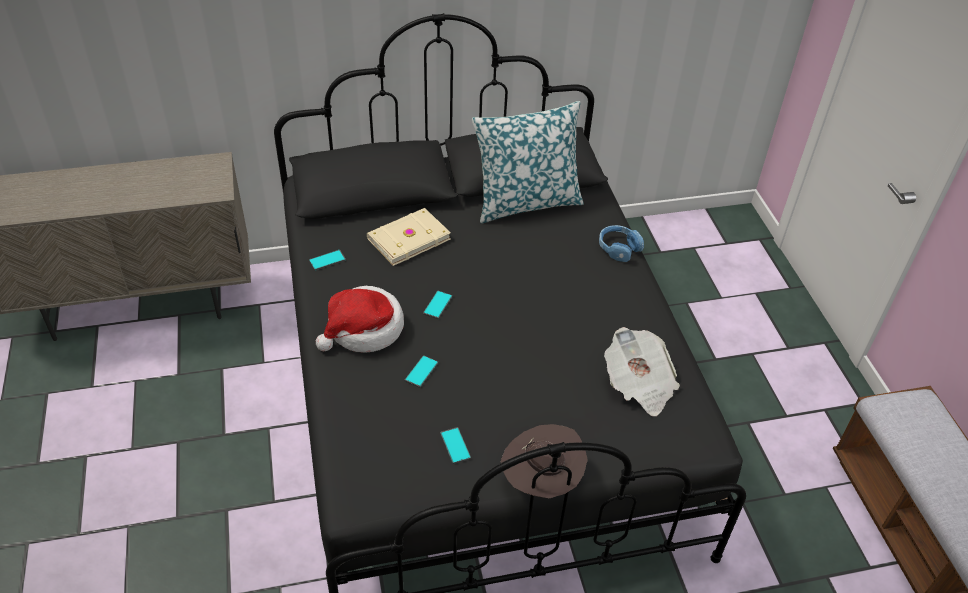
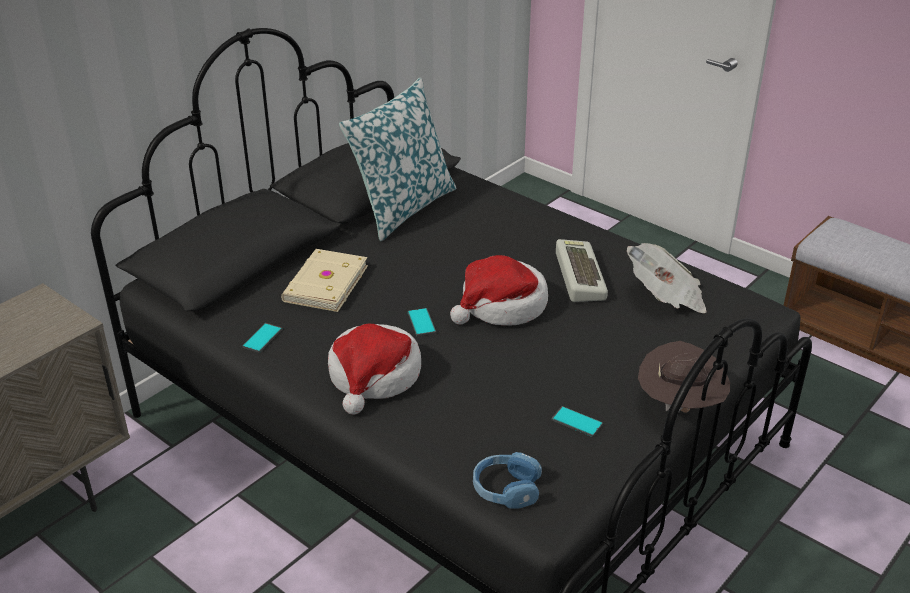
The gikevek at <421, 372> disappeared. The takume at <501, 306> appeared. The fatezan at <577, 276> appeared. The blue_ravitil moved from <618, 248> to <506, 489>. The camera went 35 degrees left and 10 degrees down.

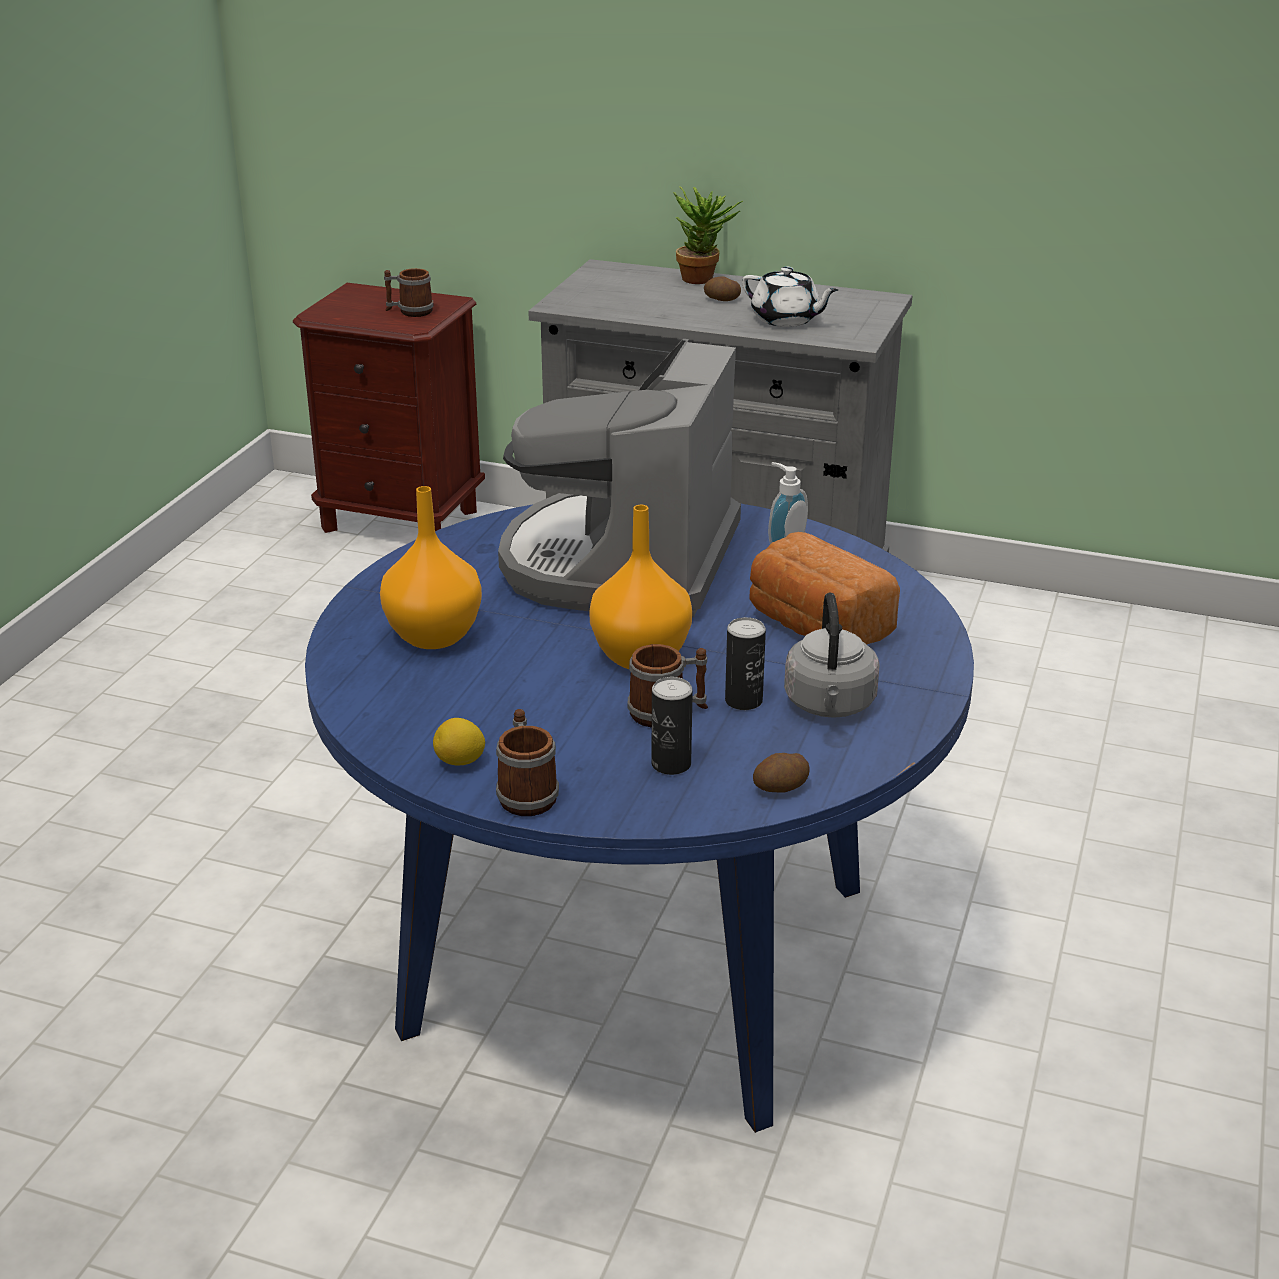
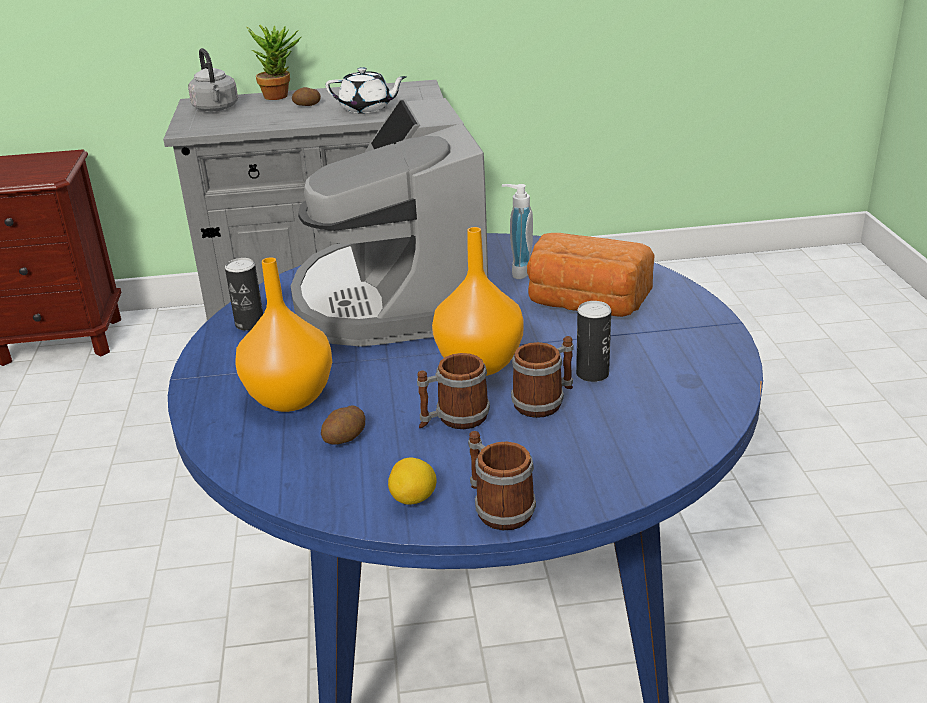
The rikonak moved from <409, 311> to <453, 419>. The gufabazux moved from <671, 764> to <250, 324>. The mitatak moved from <781, 788> to <345, 438>. The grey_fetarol moved from <830, 705> to <216, 109>. The camera went 25 degrees left and 0 degrees up.

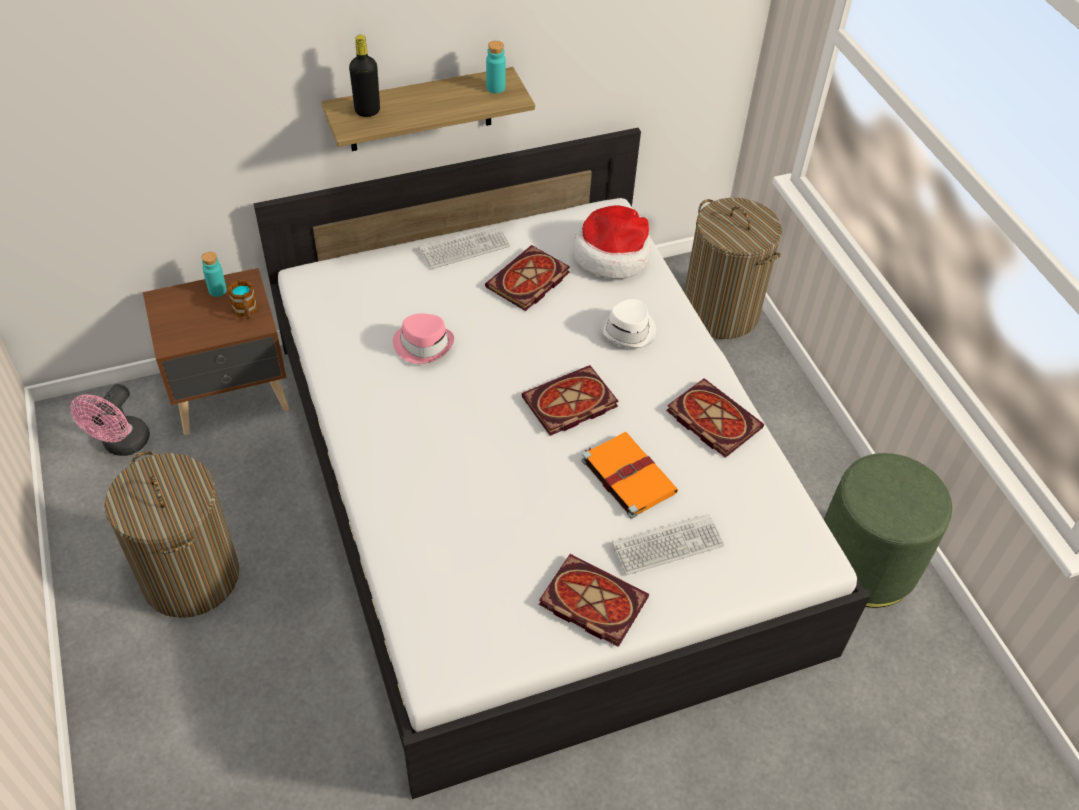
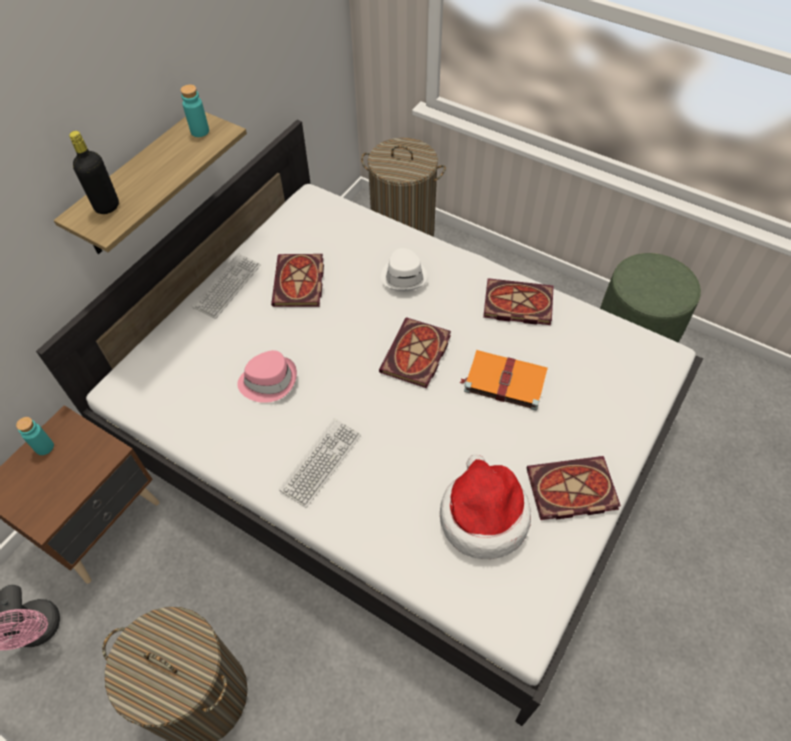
The rikonak at <246, 311> disappeared. The takume moved from <612, 254> to <482, 515>. The fatezan moved from <667, 545> to <321, 462>. The camera went 35 degrees left and 5 degrees up.

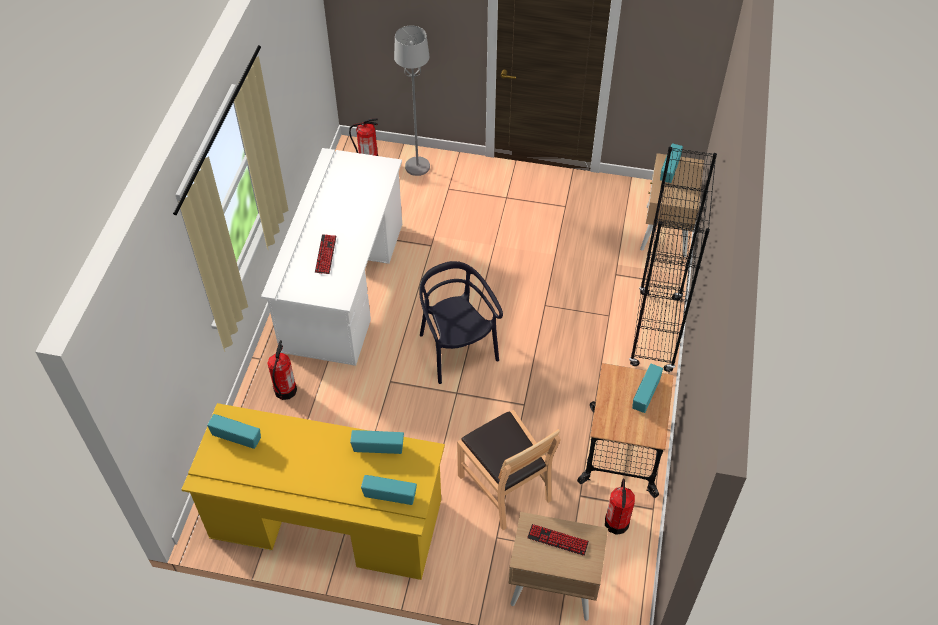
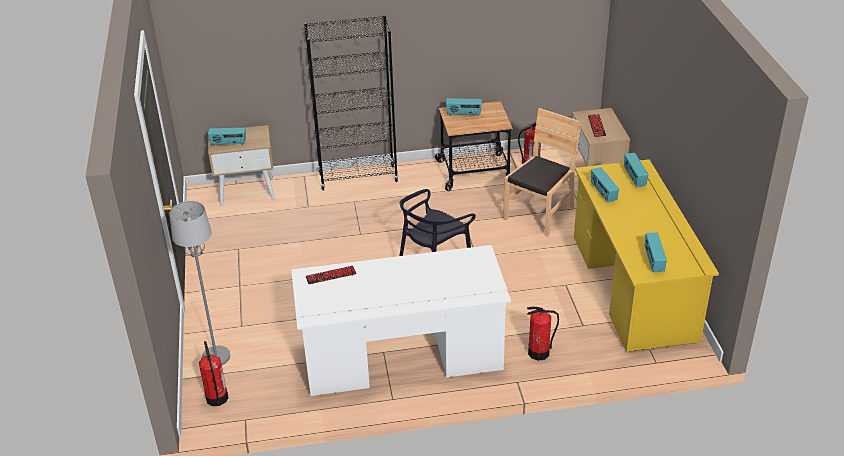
The fatezan moved from <325, 254> to <331, 276>. The camera went 110 degrees left and 15 degrees down.

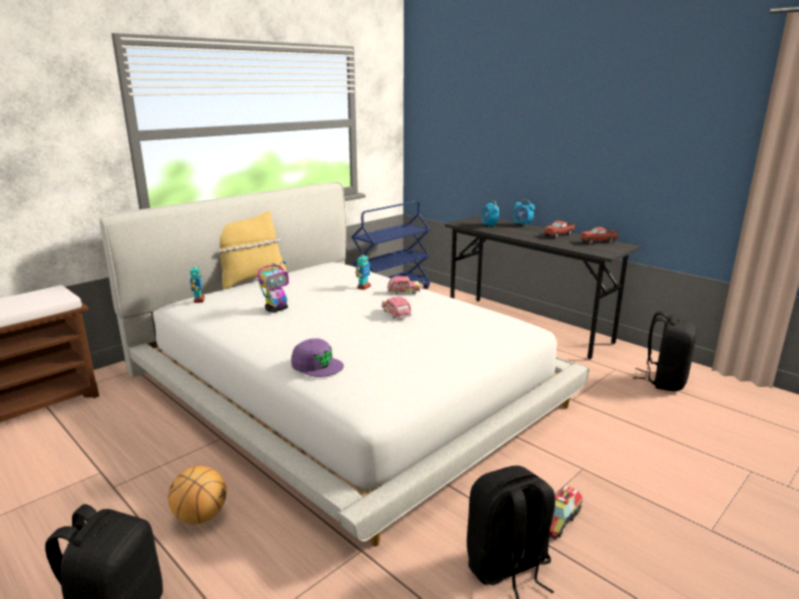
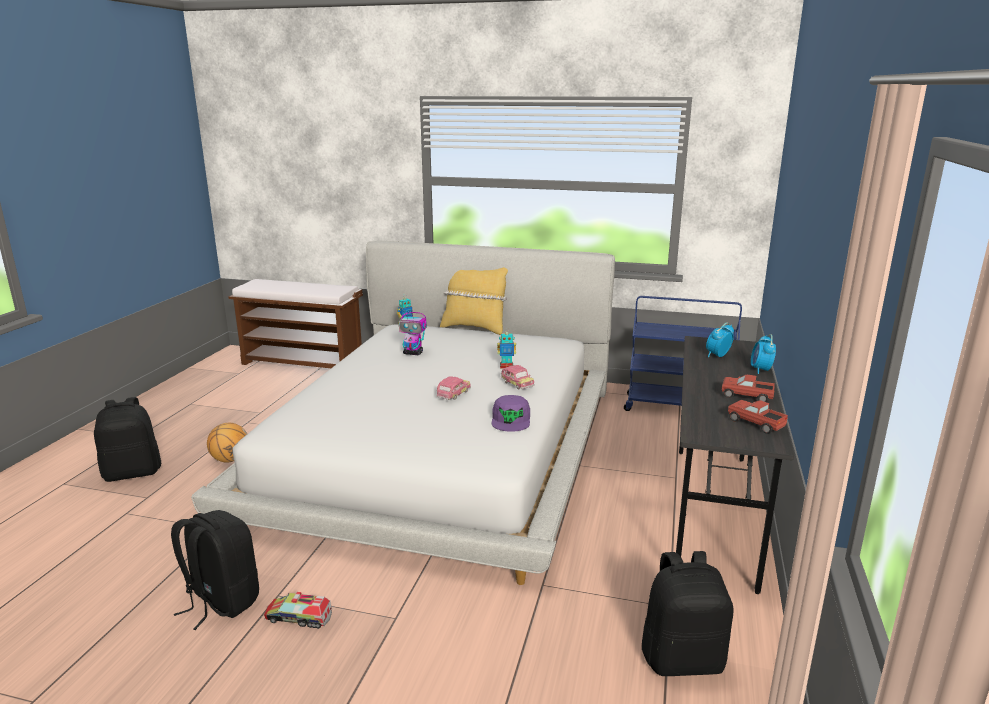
The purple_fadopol moved from <317, 365> to <511, 420>. The camera went 60 degrees right and 0 degrees up.

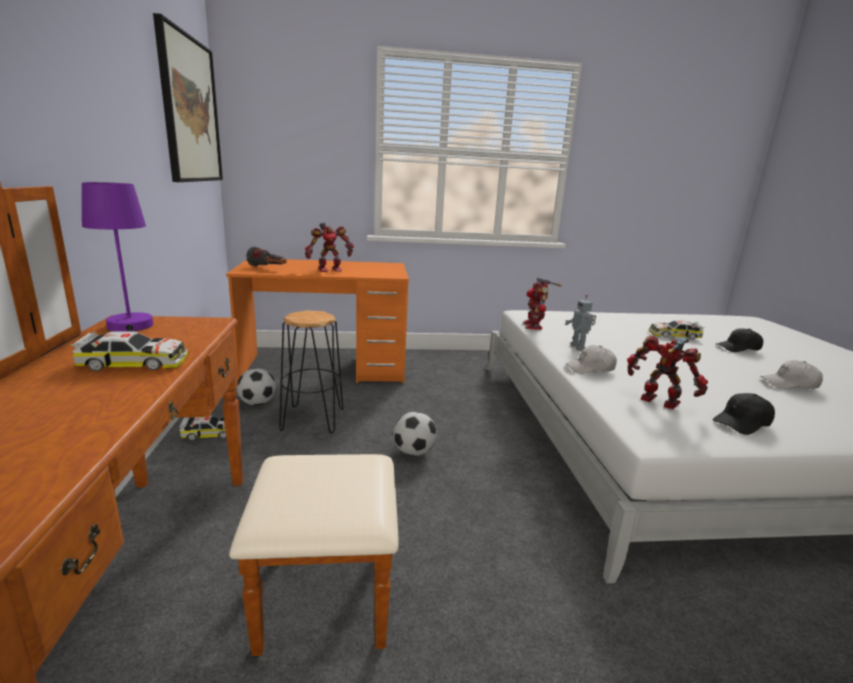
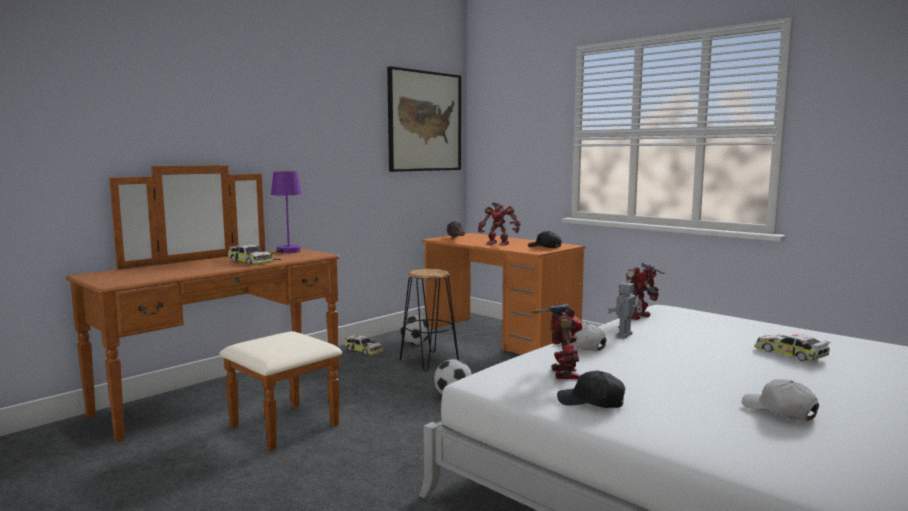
The black_fadopol moved from <738, 348> to <544, 247>. The camera went 50 degrees right and 10 degrees down.

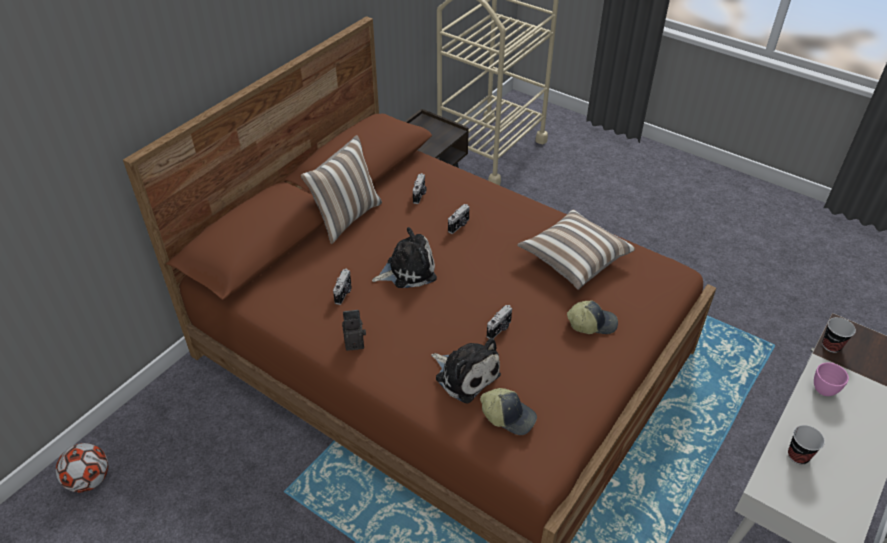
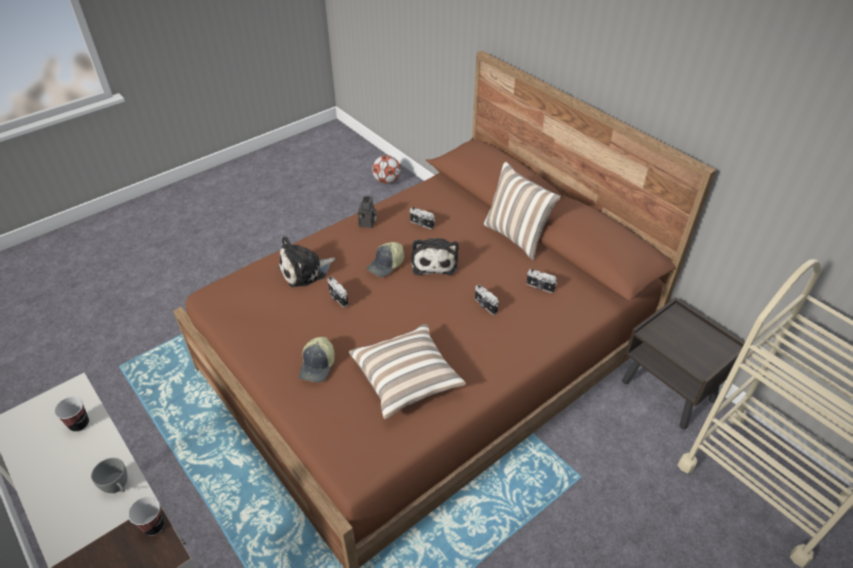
The fadopol moved from <508, 416> to <386, 265>. The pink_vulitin at <824, 387> became the grey_vulitin at <118, 487>. The camera went 105 degrees right and 0 degrees up.

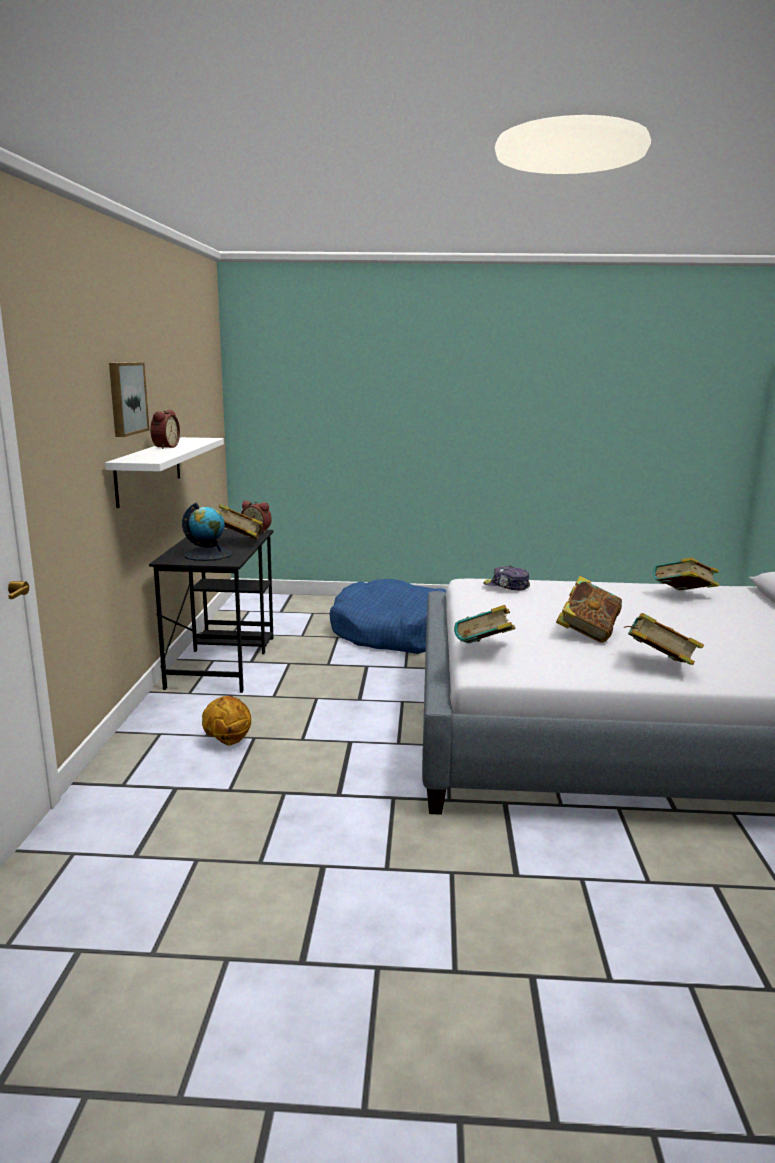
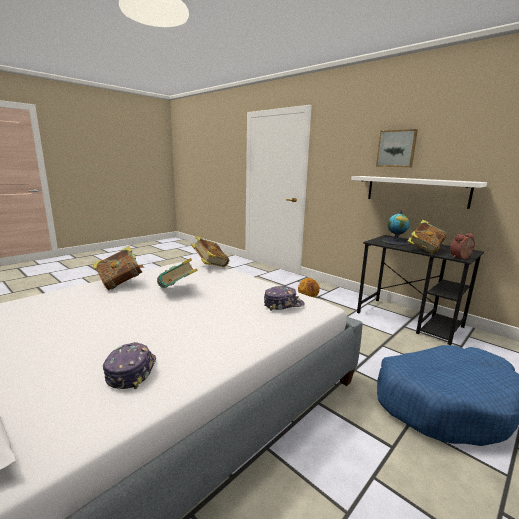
The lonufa at <164, 447> disappeared. The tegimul at <683, 596> was replaced by the fadopol at <131, 371>. The camera went 130 degrees right and 0 degrees up.

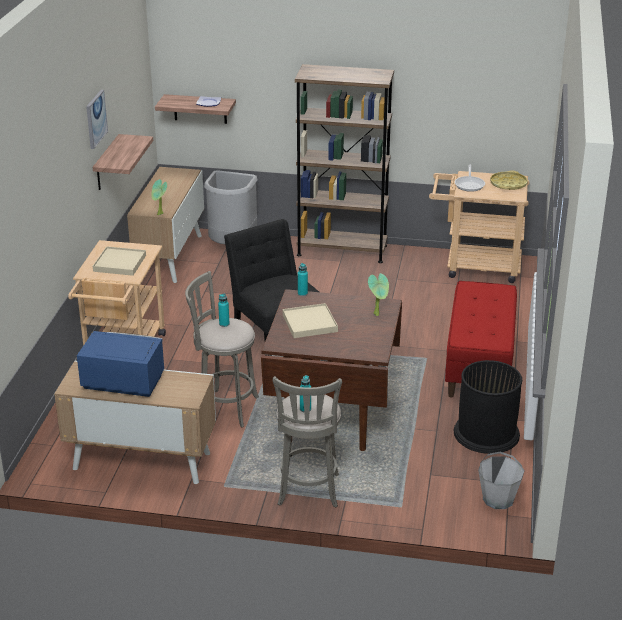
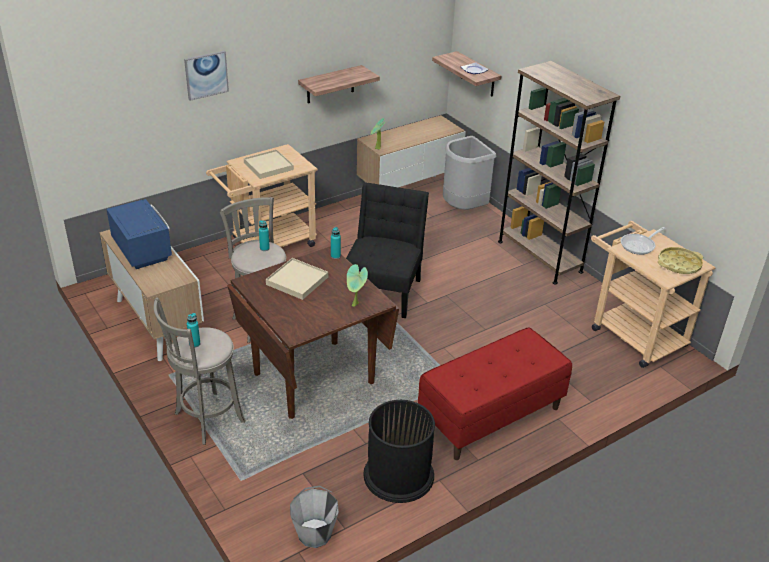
The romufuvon moved from <95, 119> to <206, 75>. The camera went 45 degrees right and 5 degrees up.

